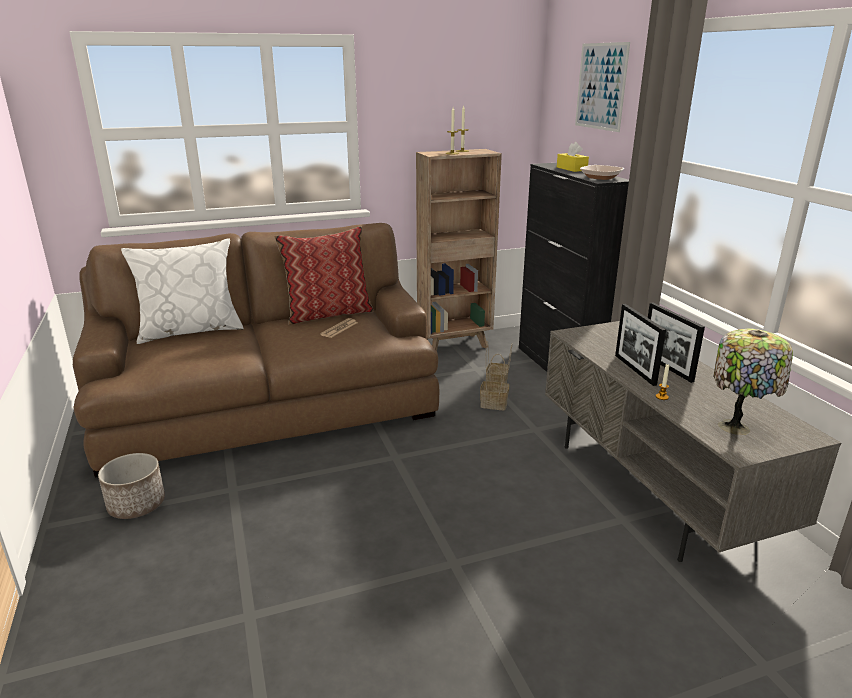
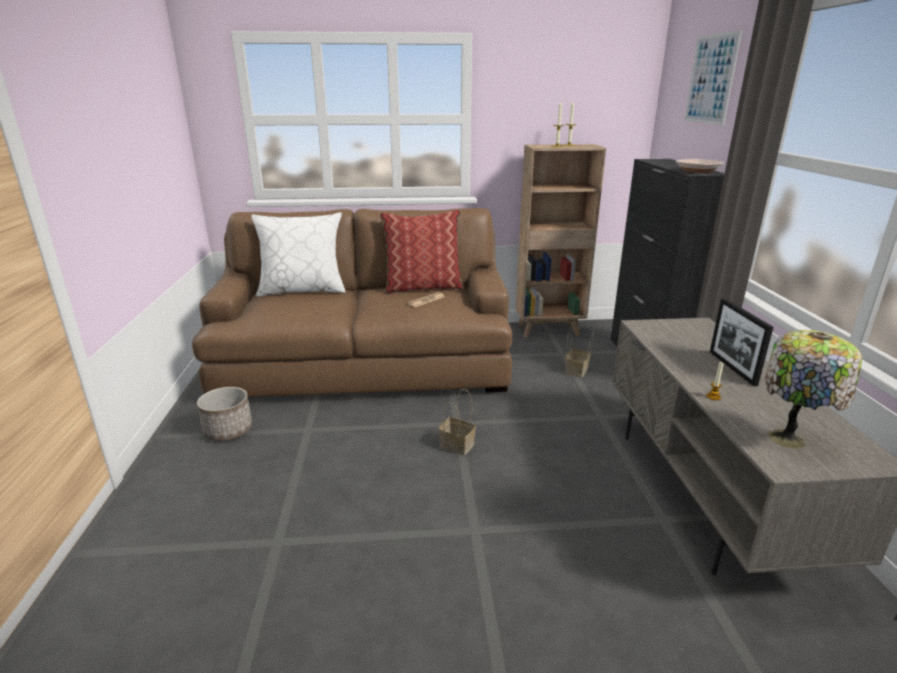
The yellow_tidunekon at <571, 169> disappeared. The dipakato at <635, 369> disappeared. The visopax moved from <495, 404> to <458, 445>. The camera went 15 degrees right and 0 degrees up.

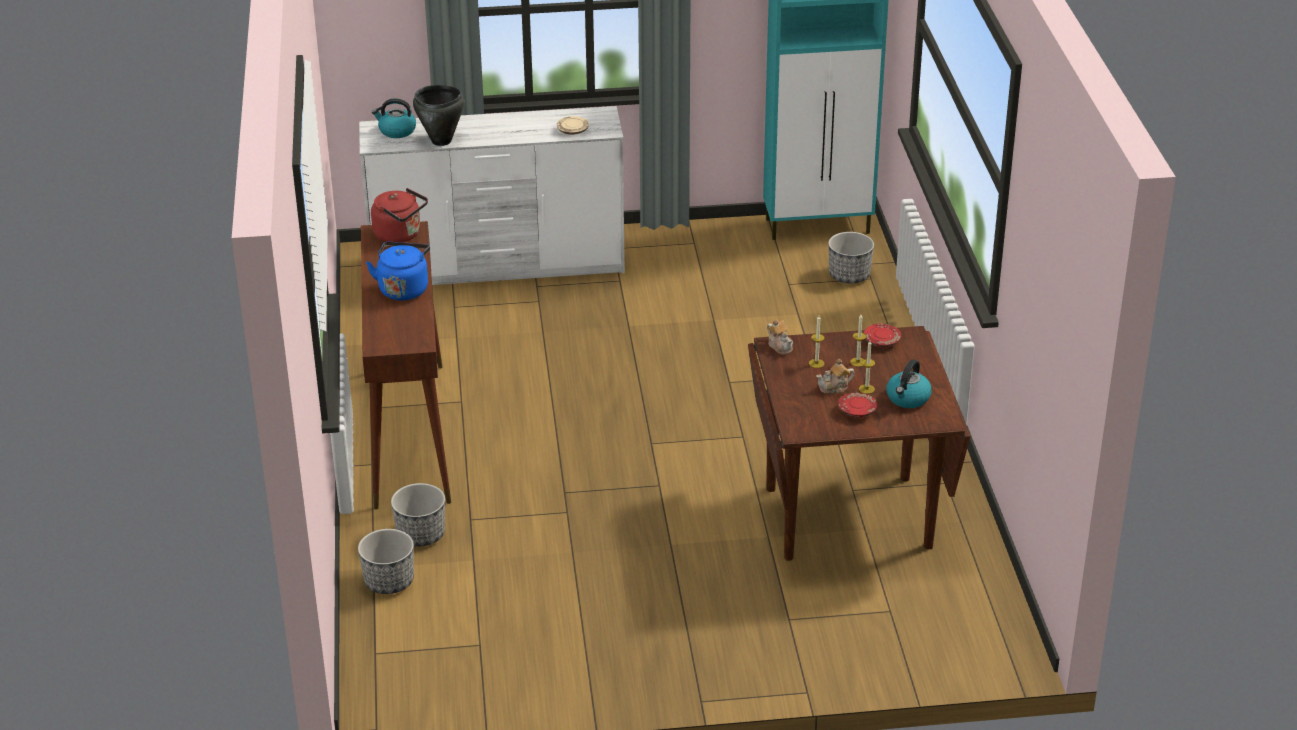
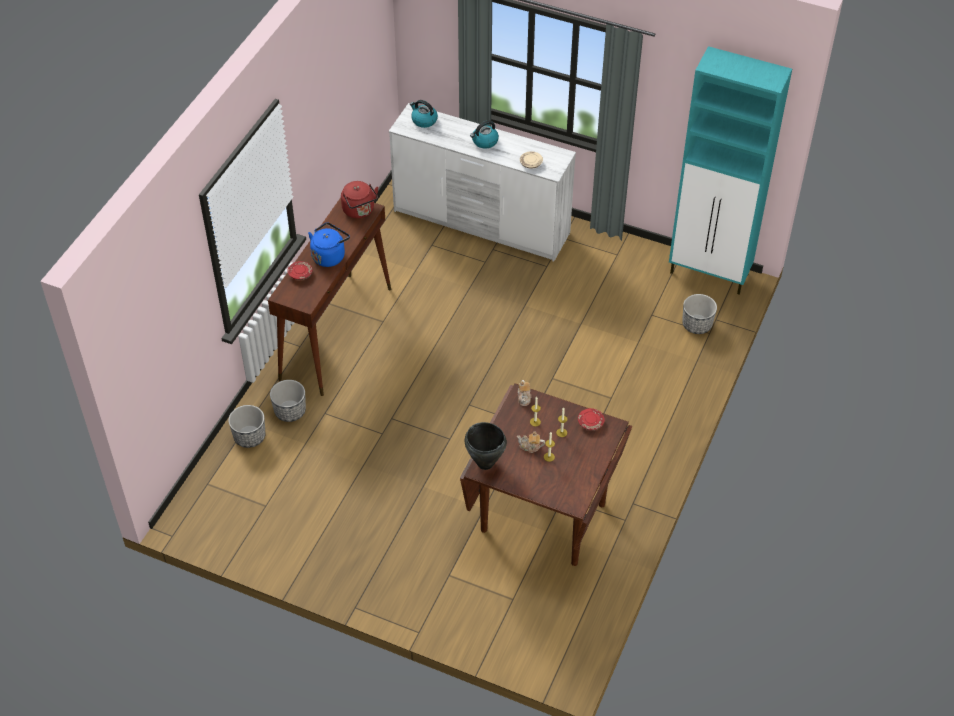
The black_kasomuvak moved from <441, 141> to <485, 463>. The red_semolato moved from <857, 411> to <300, 274>. The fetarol moved from <908, 398> to <484, 141>. The camera went 30 degrees right and 15 degrees up.

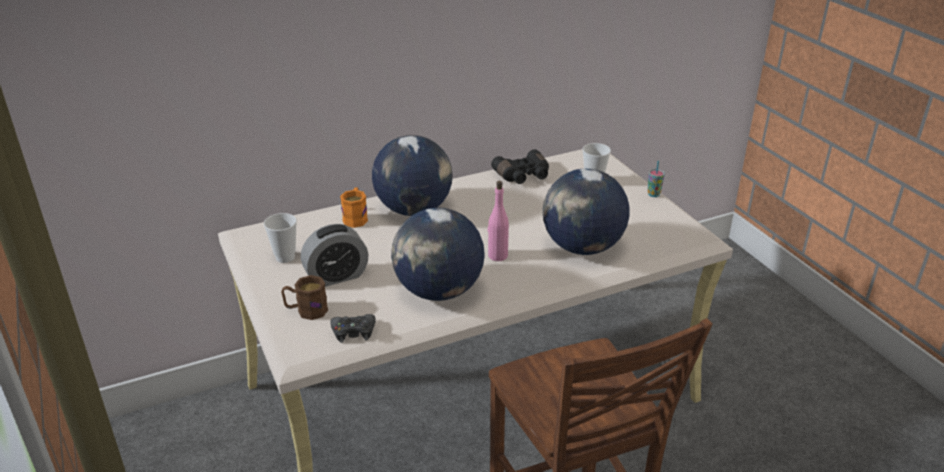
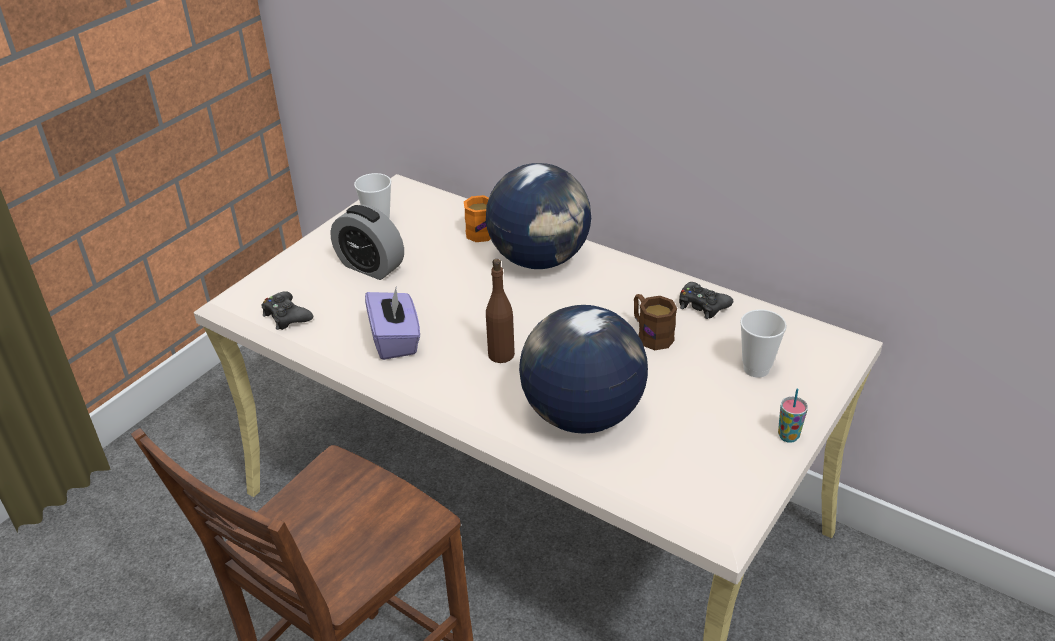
The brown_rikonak moved from <306, 311> to <650, 334>. The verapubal at <438, 291> was replaced by the purple_tidunekon at <395, 340>. The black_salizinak at <523, 176> was replaced by the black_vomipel at <702, 305>. The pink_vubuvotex at <497, 255> became the brown_vubuvotex at <501, 354>. The camera went 60 degrees right and 5 degrees up.

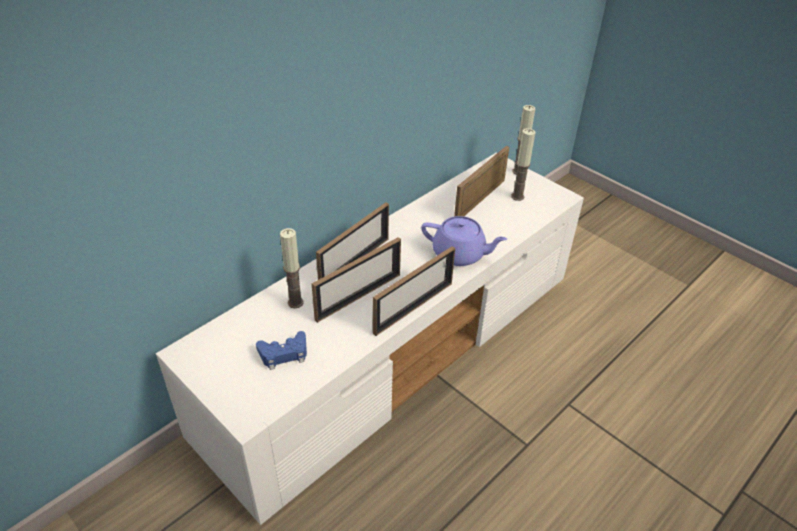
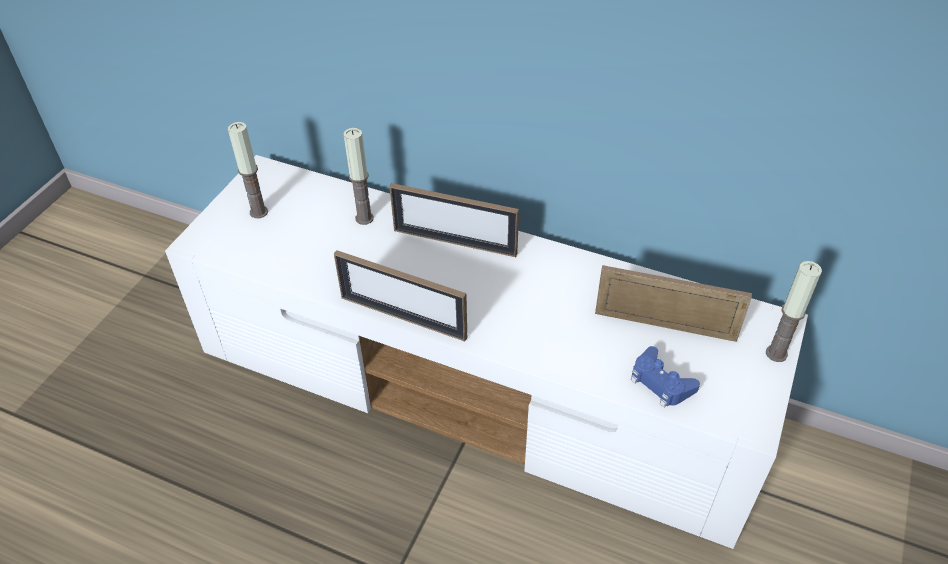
The dipakato at <358, 296> disappeared. The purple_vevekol at <460, 254> disappeared. The blue_vomipel moved from <284, 354> to <661, 382>. The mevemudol moved from <517, 196> to <259, 212>. The camera went 70 degrees right and 5 degrees up.

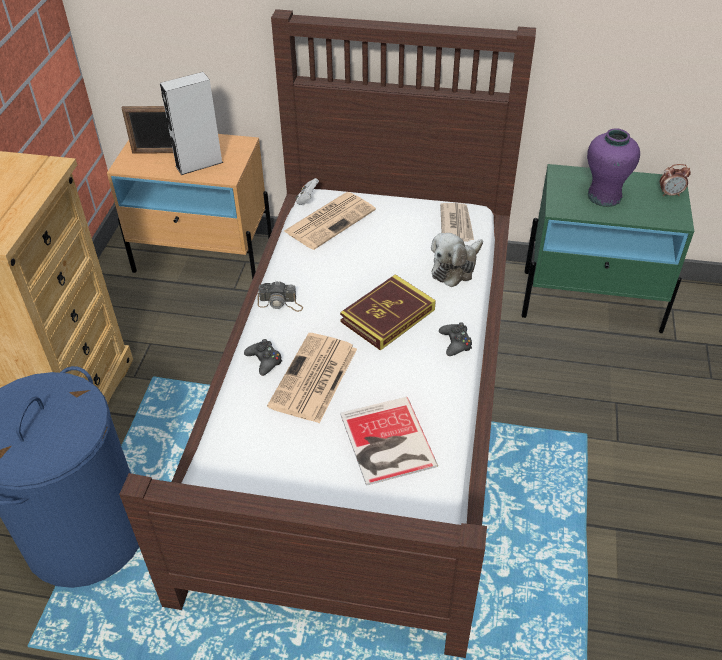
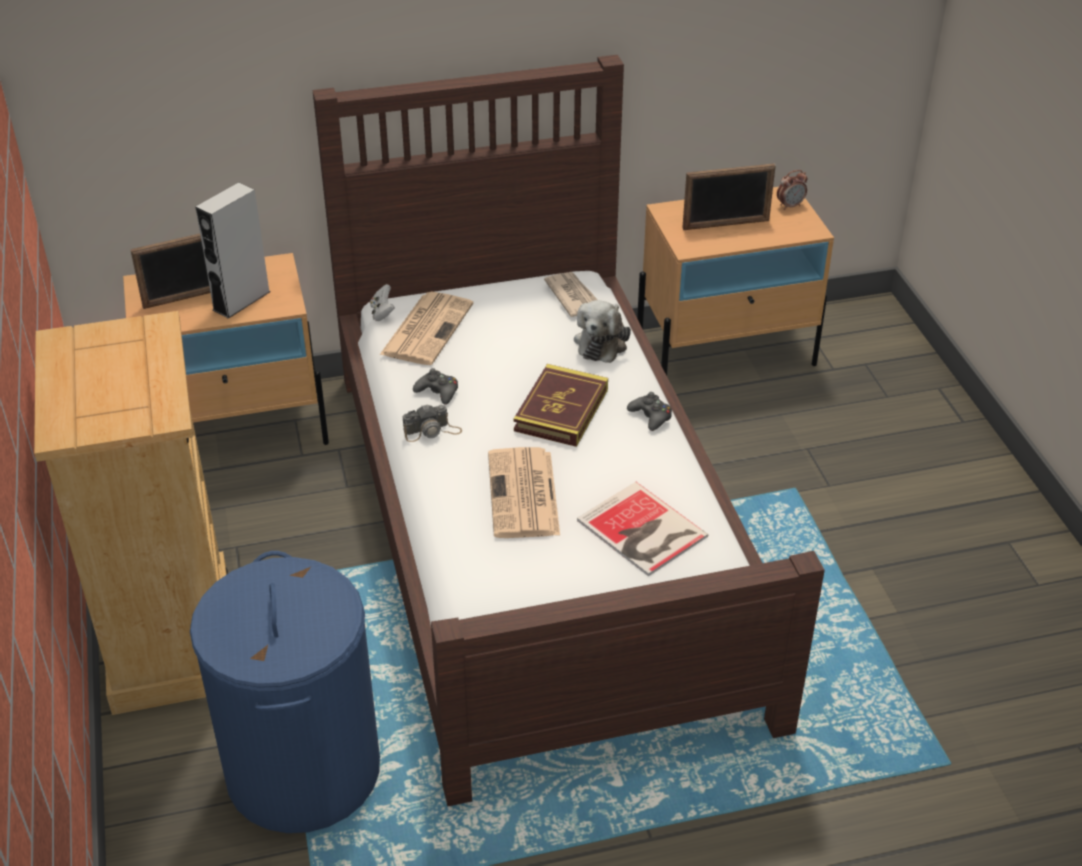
The black_vomipel moved from <264, 360> to <438, 392>. The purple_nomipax at <604, 196> was replaced by the dipakato at <726, 225>. The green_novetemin at <592, 301> became the beige_novetemin at <726, 353>. The camera went 25 degrees left and 5 degrees down.

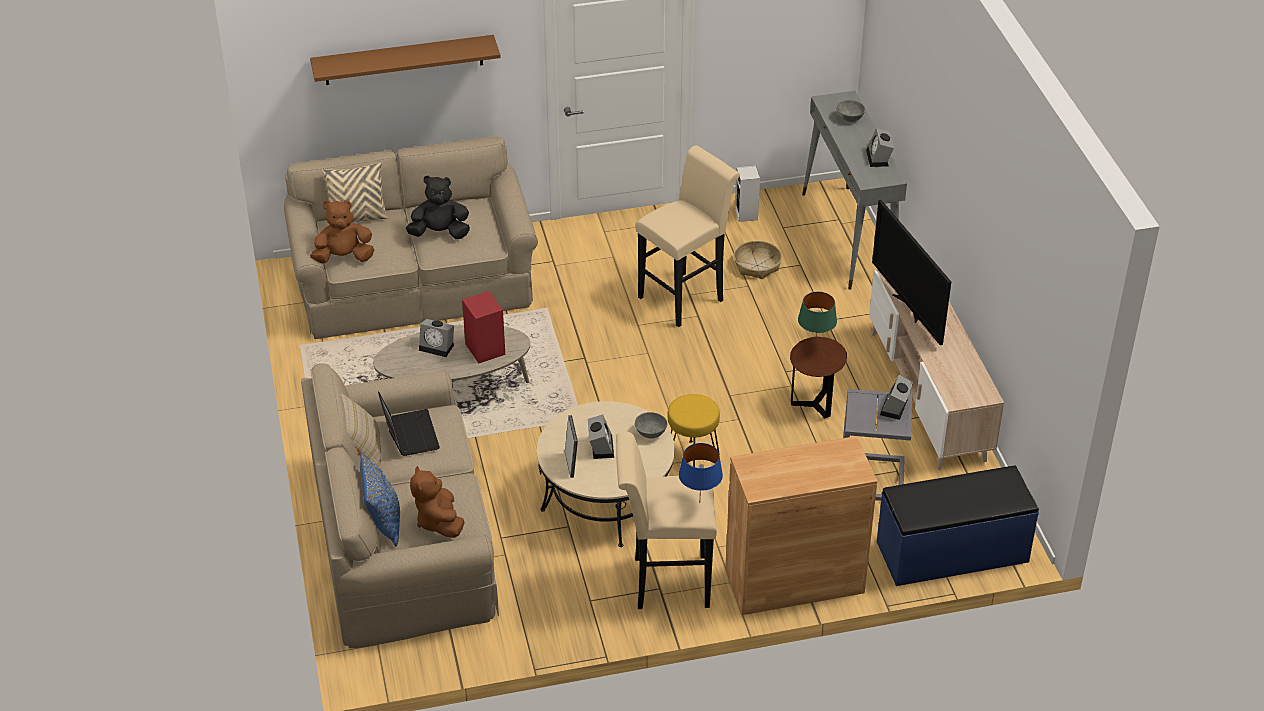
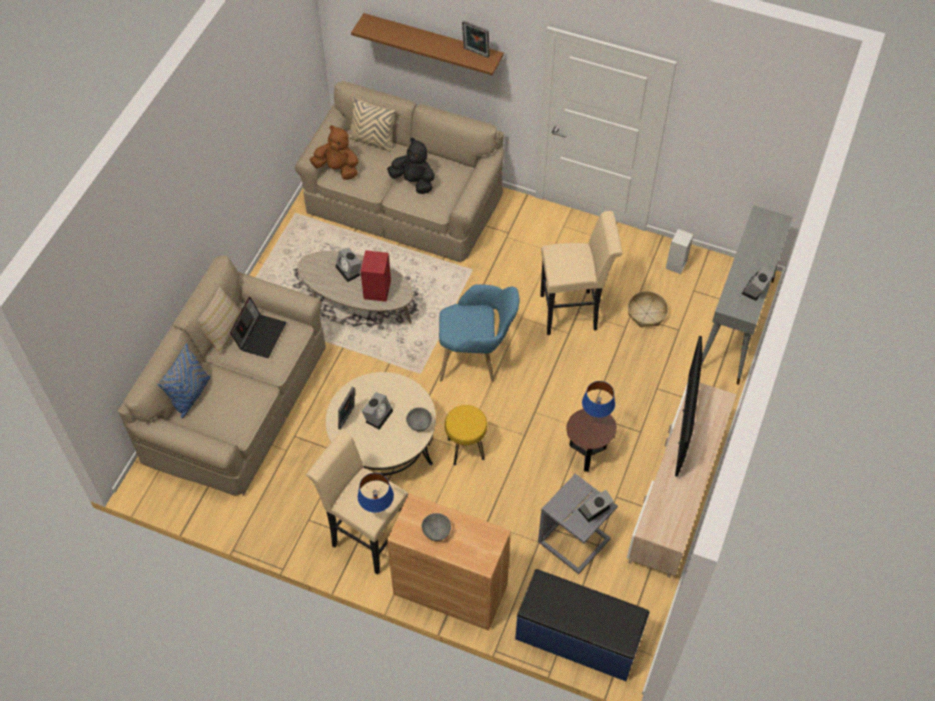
The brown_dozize at <438, 521> disappeared. The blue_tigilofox at <476, 358> appeared. The dipakato at <475, 53> appeared. The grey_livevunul moved from <849, 118> to <436, 531>. The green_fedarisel at <814, 346> became the blue_fedarisel at <595, 418>. The camera went 35 degrees right and 15 degrees up.

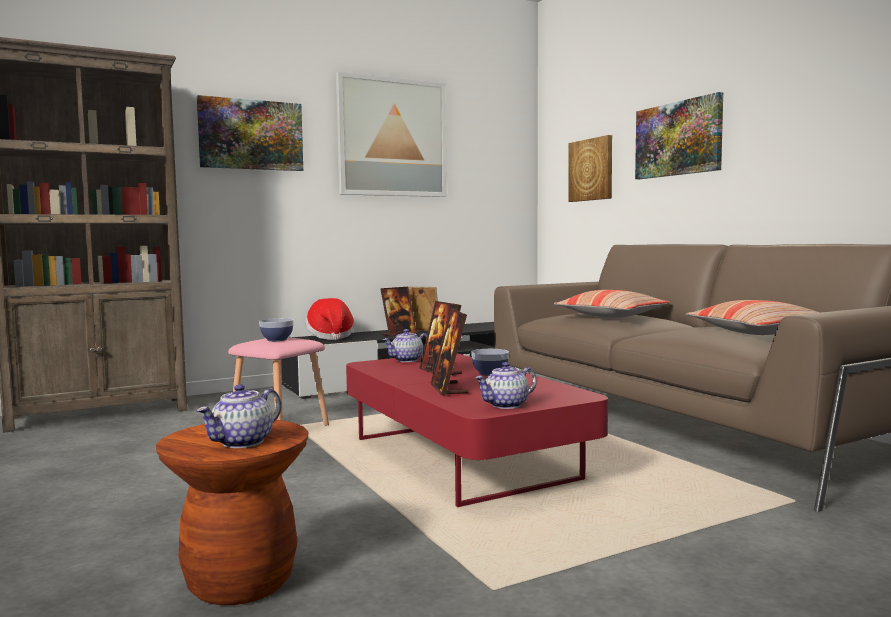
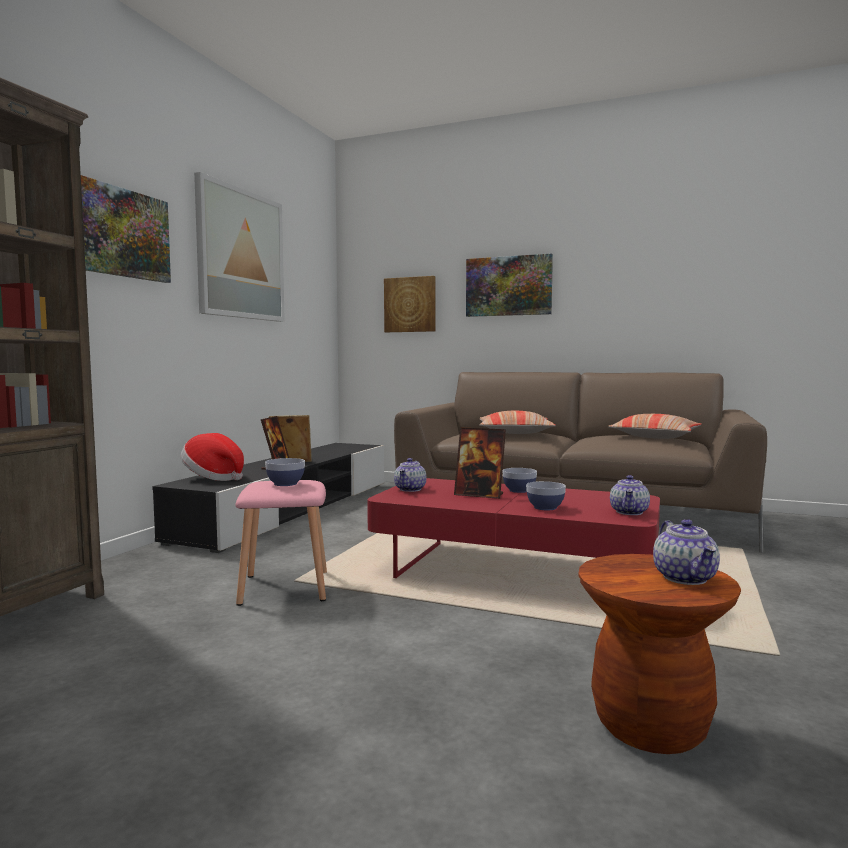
The dipakato at <449, 389> was replaced by the livevunul at <545, 507>. The camera went 40 degrees left and 0 degrees up.

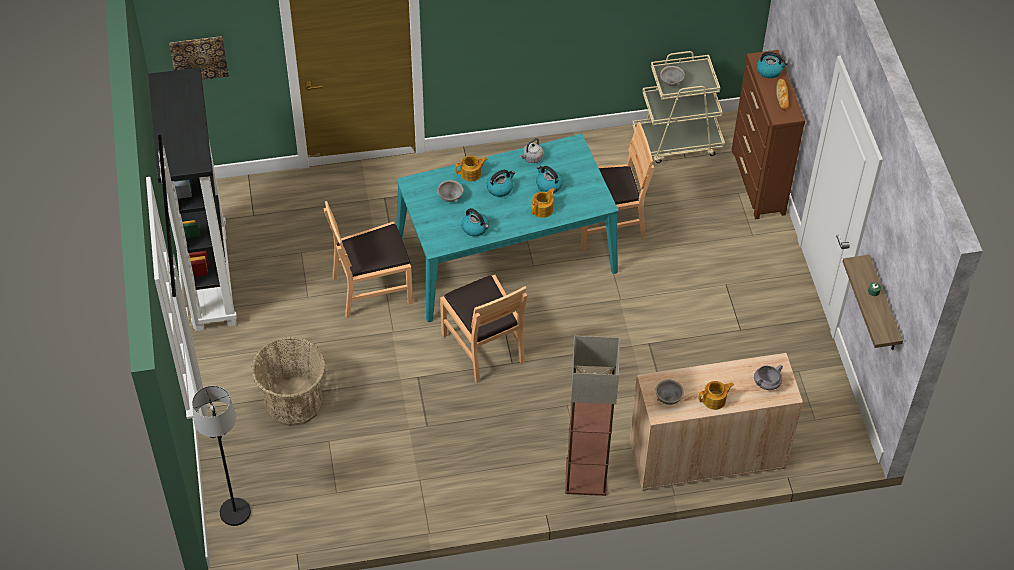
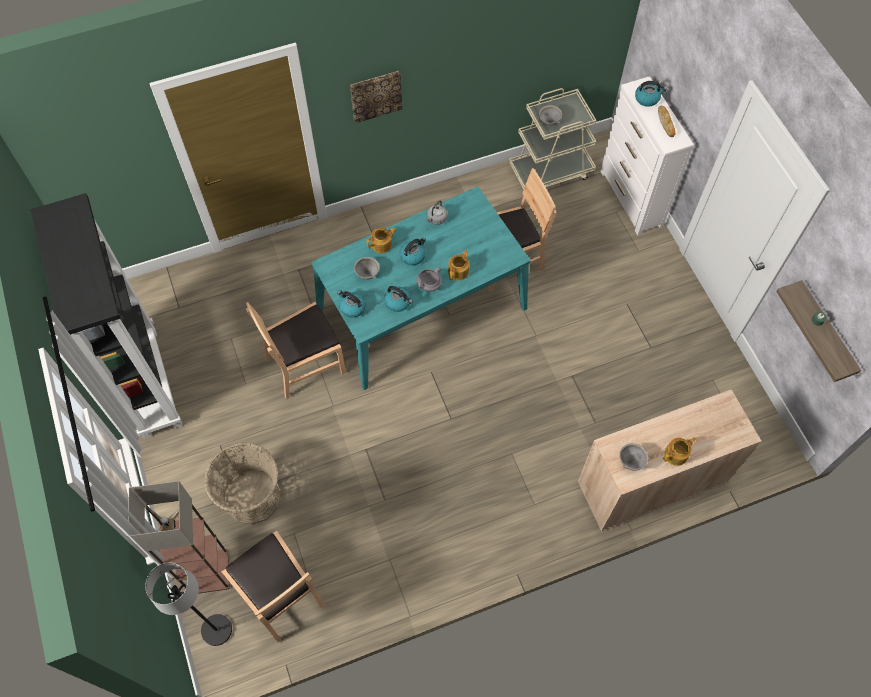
The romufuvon moved from <199, 57> to <376, 95>. The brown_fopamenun moved from <483, 347> to <280, 595>. The fetarol moved from <548, 185> to <352, 307>. The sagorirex moved from <585, 476> to <208, 571>. The grey_kasomuvak moved from <766, 383> to <429, 285>. The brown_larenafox at <758, 182> became the white_larenafox at <631, 199>. The camera went 10 degrees left and 10 degrees up.

